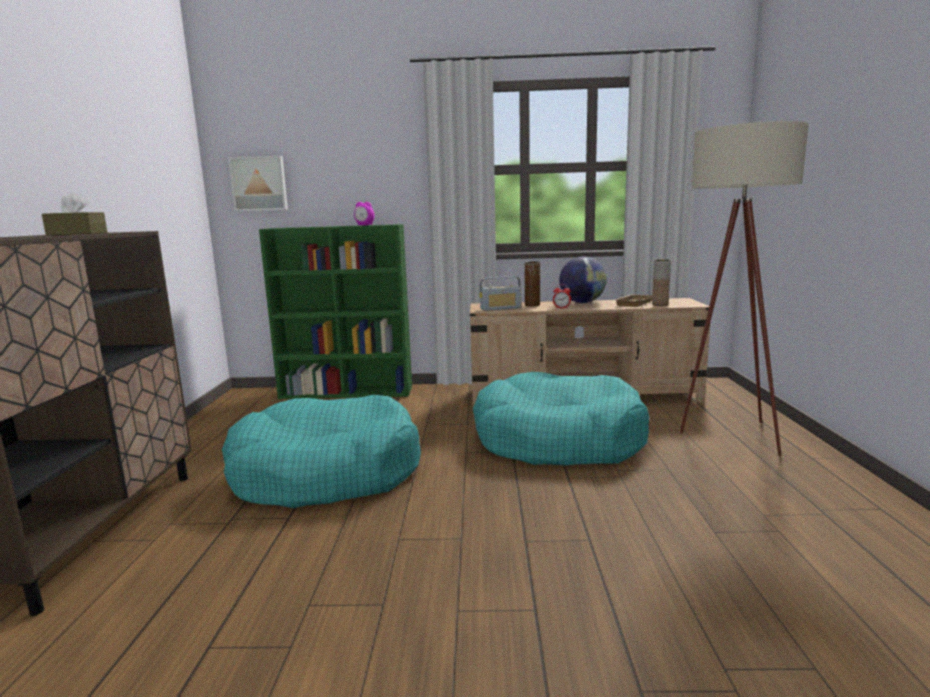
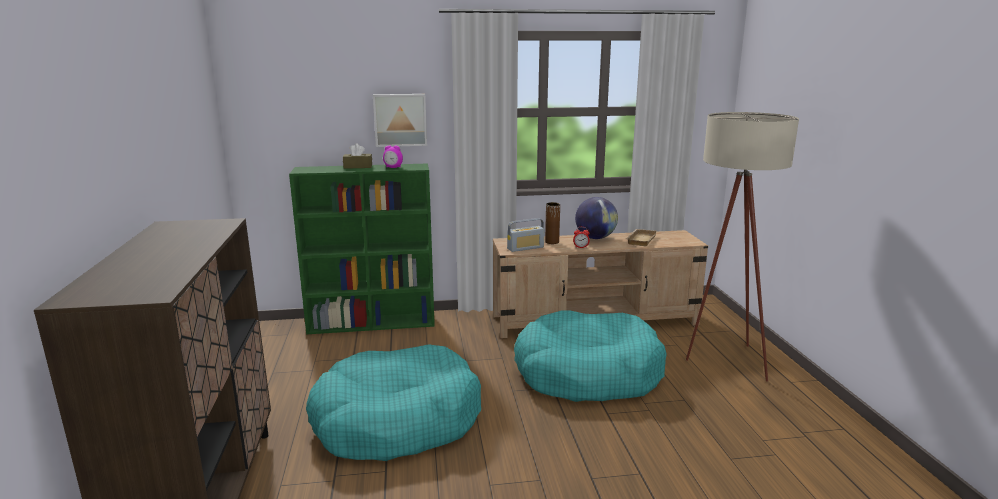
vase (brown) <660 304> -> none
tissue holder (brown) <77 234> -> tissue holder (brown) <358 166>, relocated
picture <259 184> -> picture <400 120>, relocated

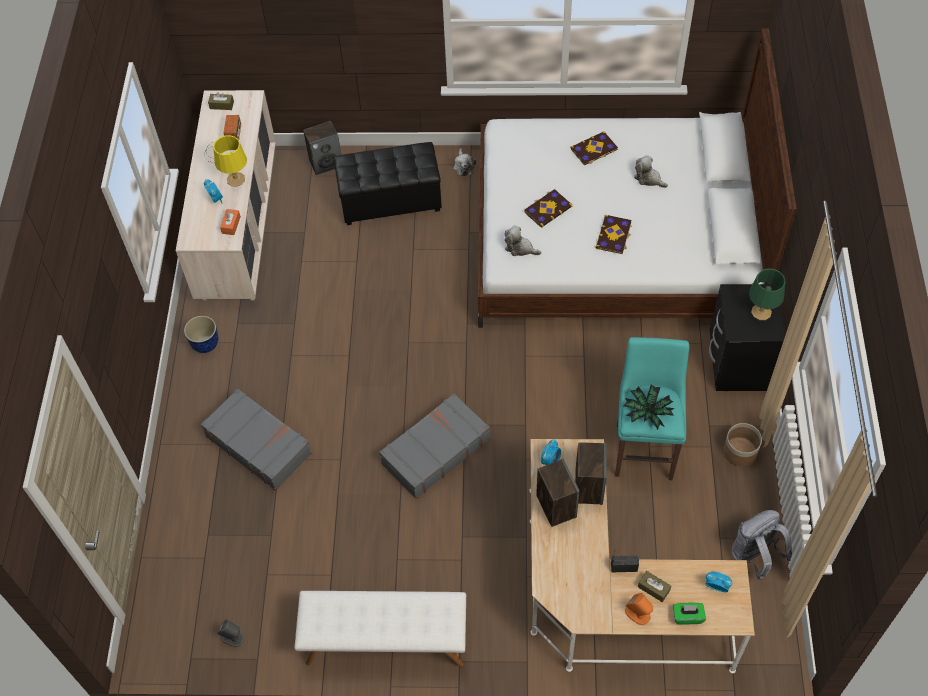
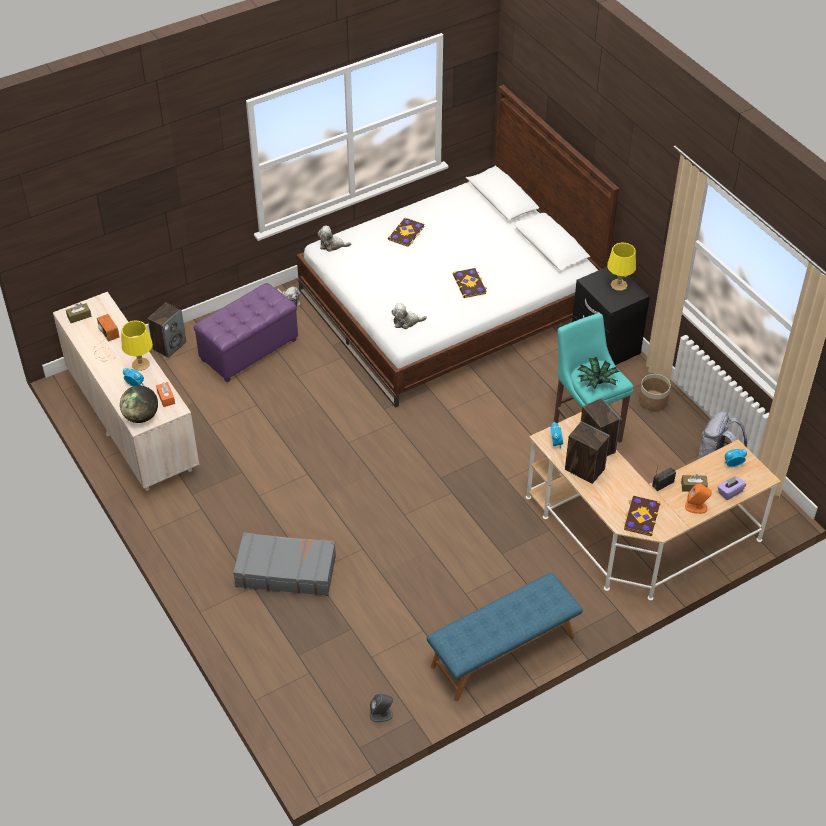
flower pot <206 344> -> none
piece of luggage (greyish) <435 451> -> none
none -> globe <141 417>
book <547 209> -> book <641 516>, relocated
plush toy <648 178> -> plush toy <332 245>, relocated
indoor bench (white-coloured) <385 641> -> indoor bench (blue) <503 652>
footrest (black) <390 201> -> footrest (purple) <248 350>
tissue holder (greenish) <687 616> -> tissue holder (purple) <729 492>
tabletop lamp (greenish) <761 311> -> tabletop lamp (yellowish) <619 284>

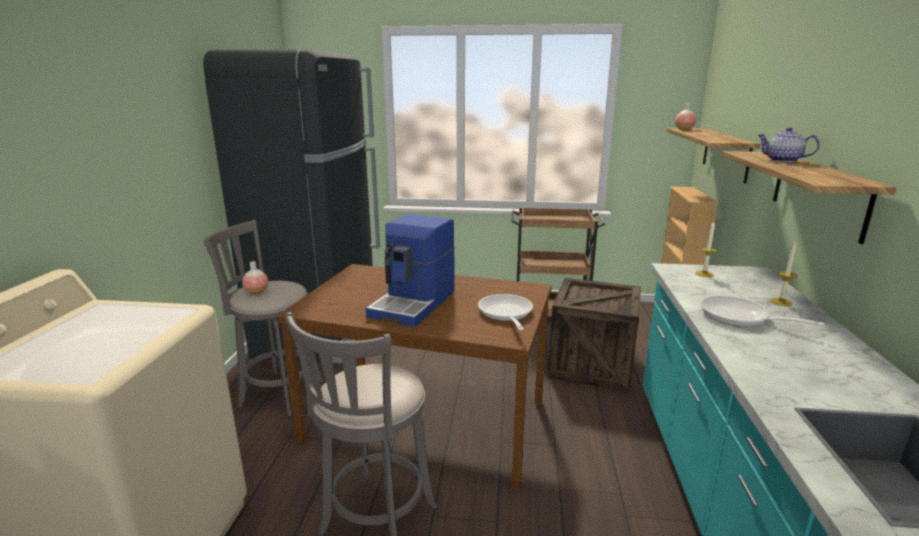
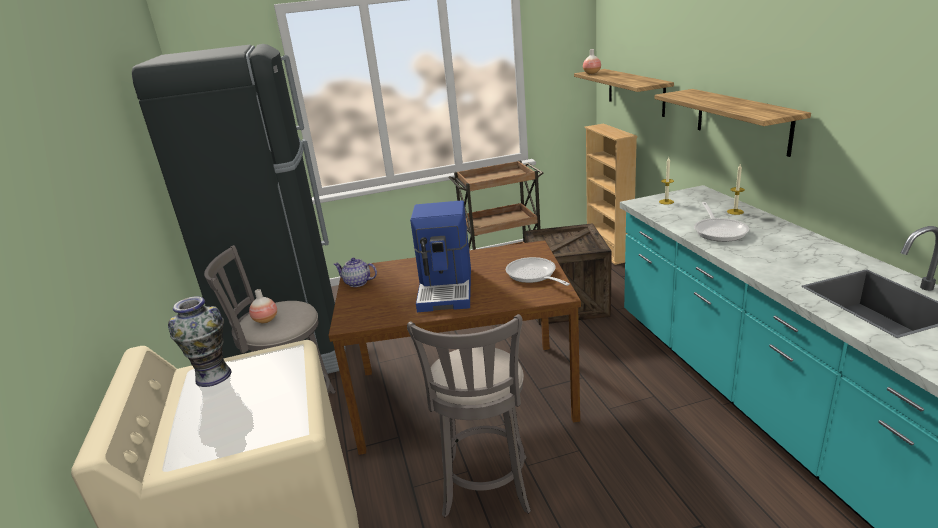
none -> vase <213 376>
pot for tea <782 160> -> pot for tea <357 283>, relocated
pan <740 317> -> pan <719 231>, 105 degrees counterclockwise

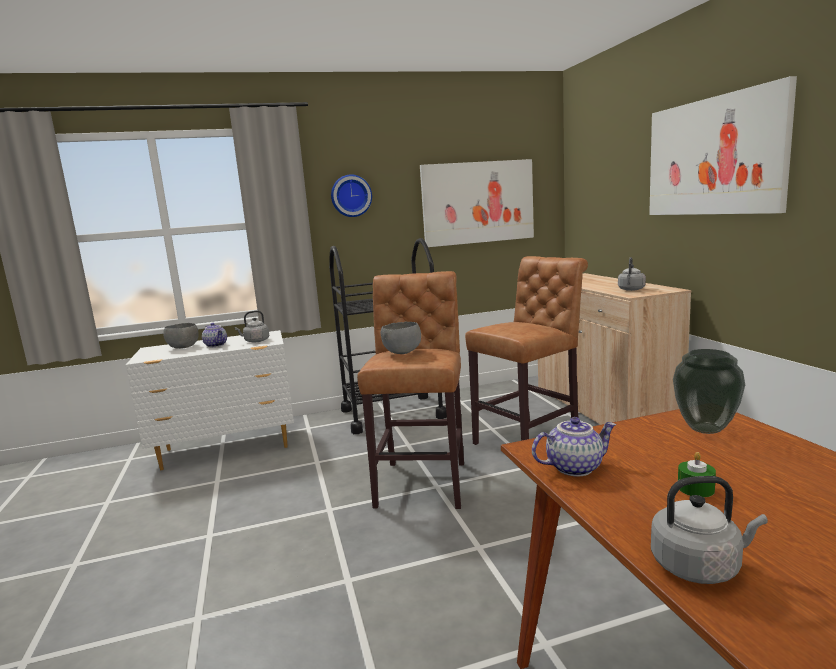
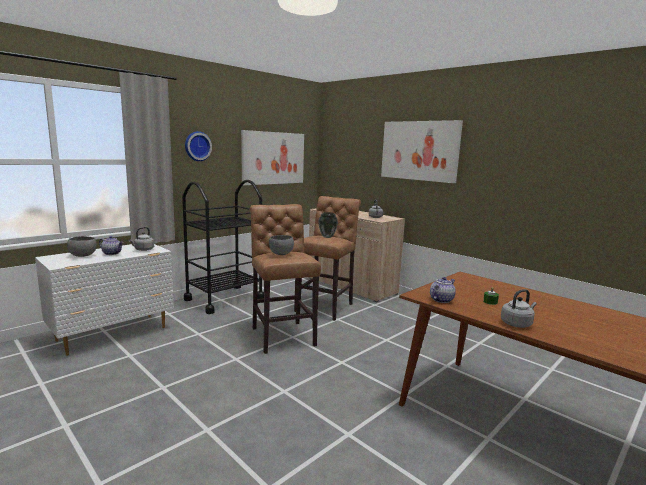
vase <706 429> -> vase <327 237>, relocated

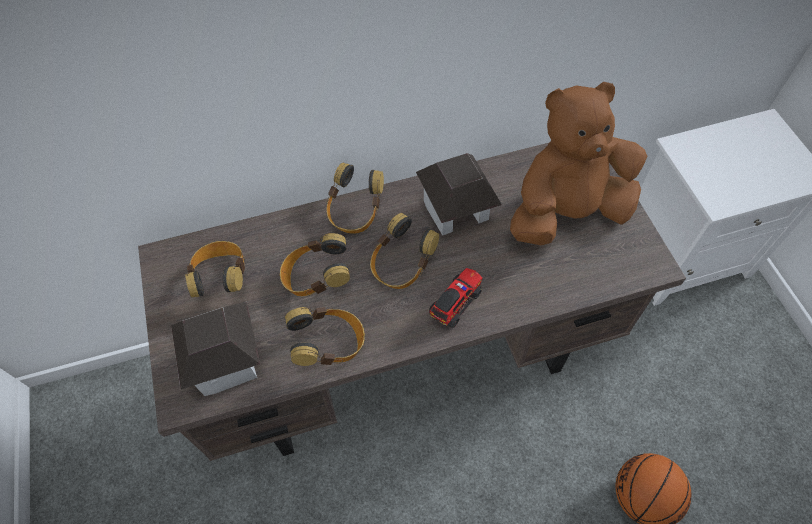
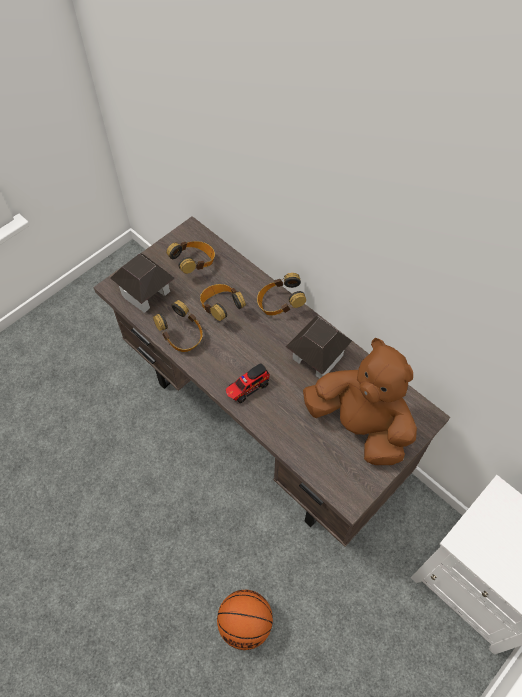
pair of headphones <402 265> -> none
model truck <456 302> -> model truck <247 388>, 135 degrees clockwise

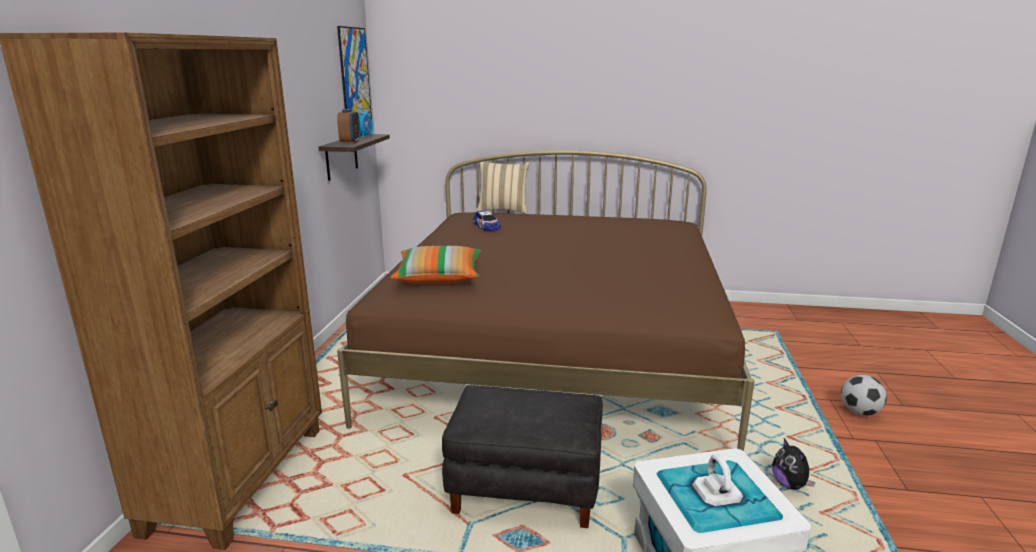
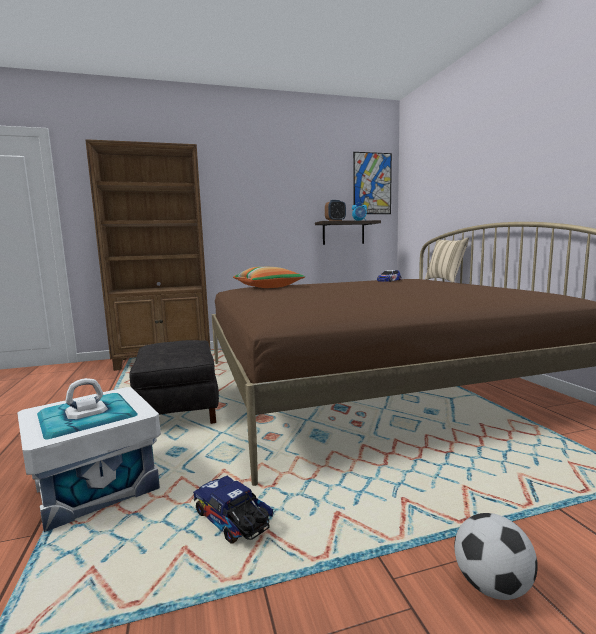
plush toy <789 485> -> model truck <233 522>

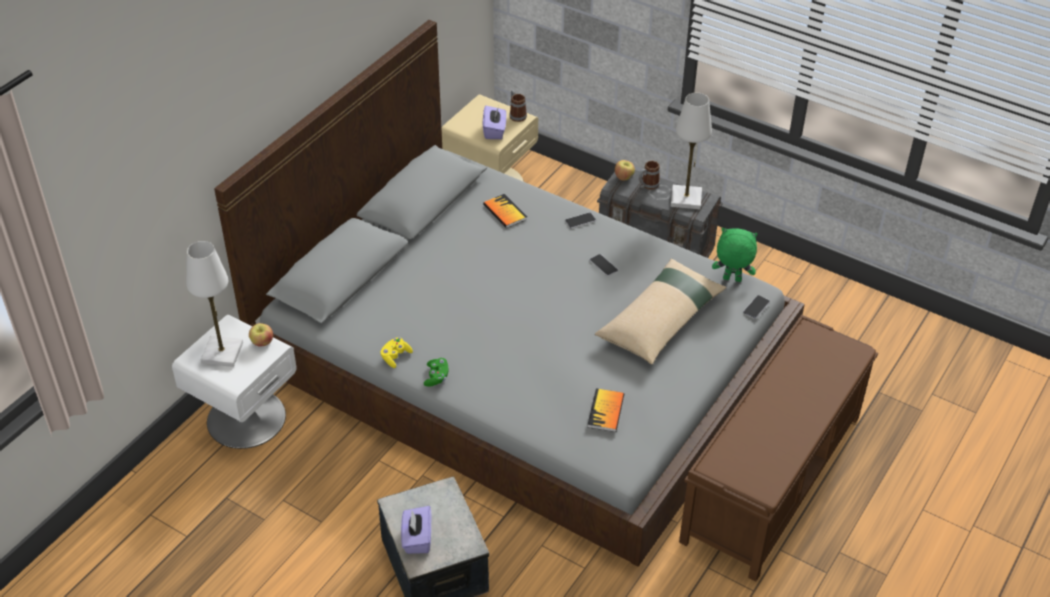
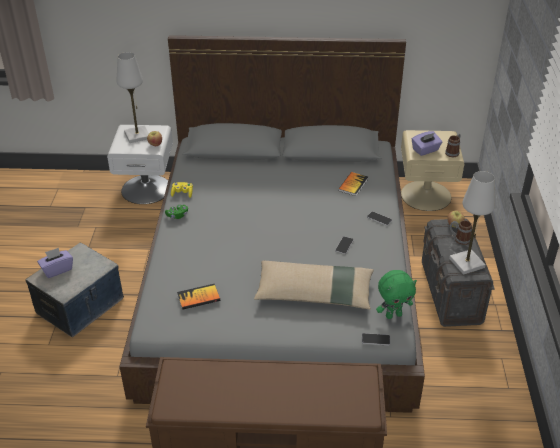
plush toy (greenish) <731 280> -> plush toy (greenish) <393 315>, 90 degrees clockwise

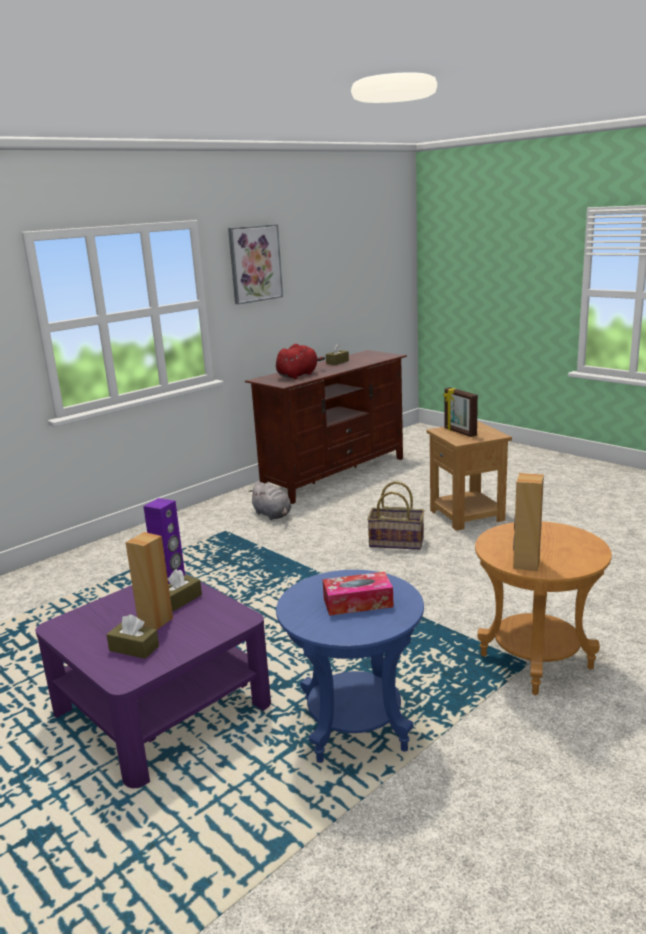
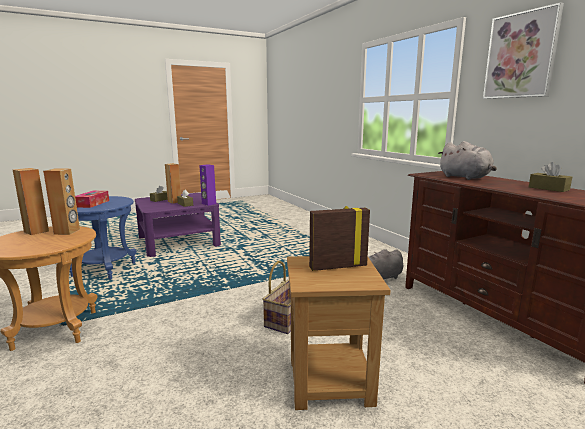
none -> audio speaker (brown) <67 232>
plush toy (reddish) <298 375> -> plush toy (greyish) <465 177>

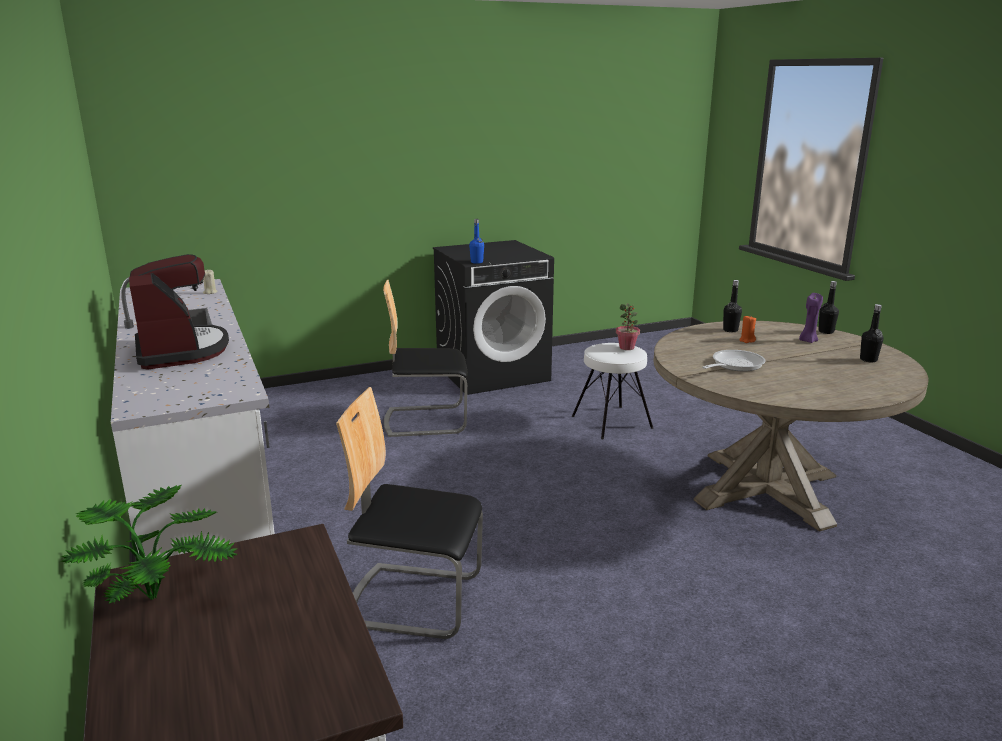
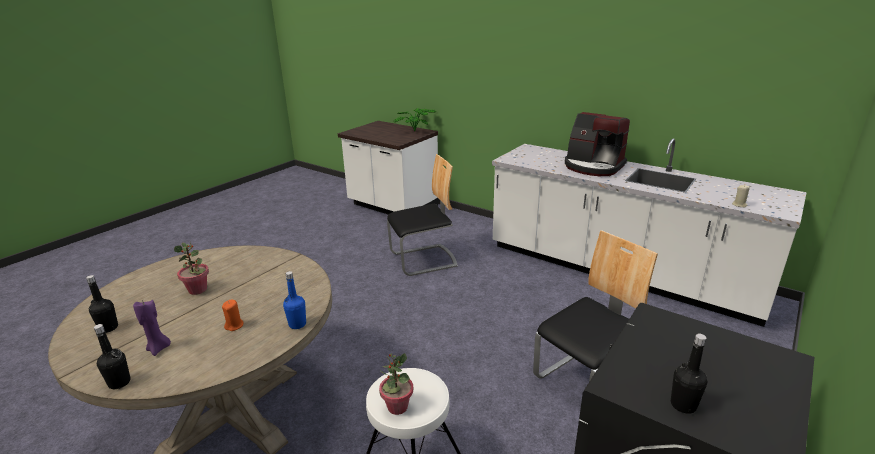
pan <734 365> -> none
none -> potted plant <198 290>
beverage bottle (blue) <477 262> -> beverage bottle (blue) <297 324>, relocated
beverage bottle (black) <730 330> -> beverage bottle (black) <683 405>, relocated

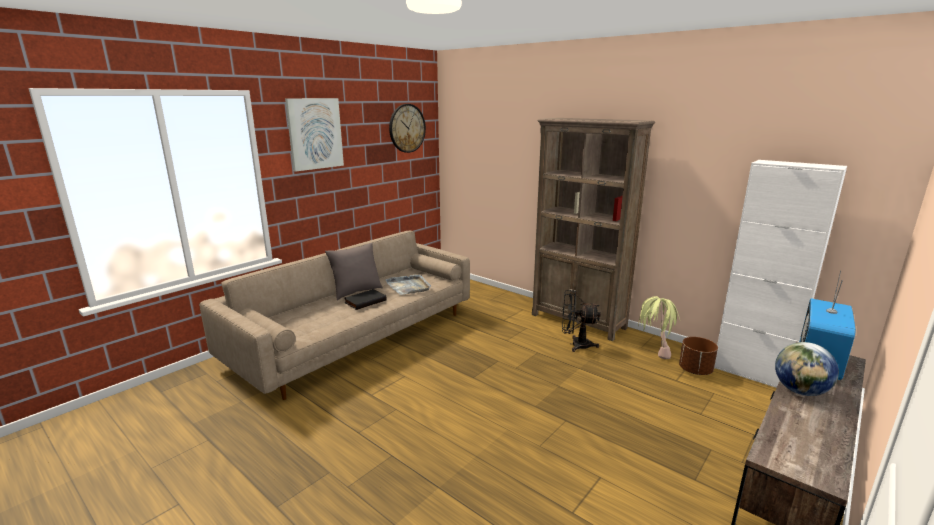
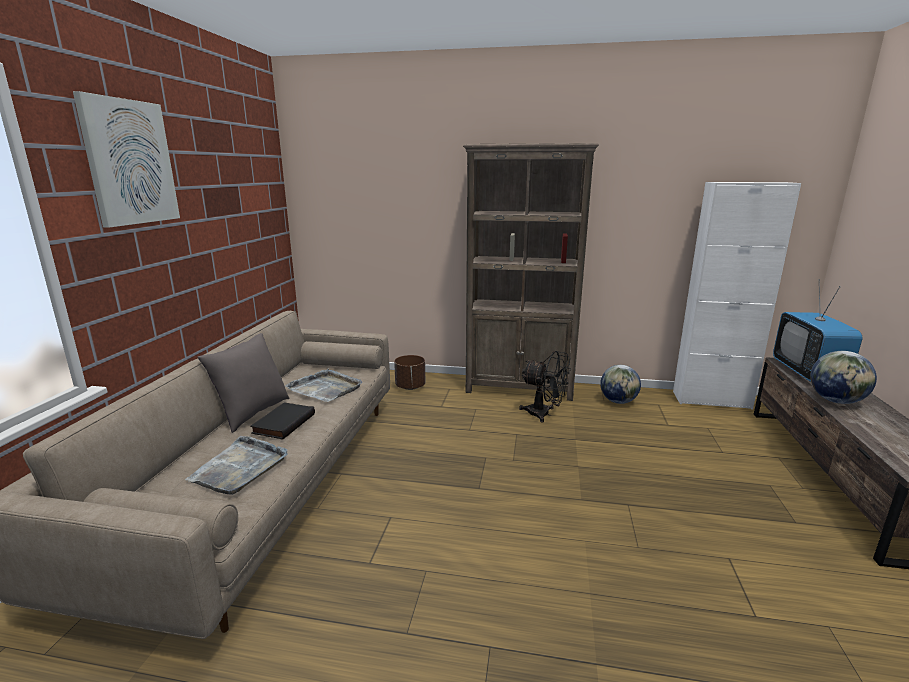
clock on the wall <407 128> -> none
none -> serving tray (greyish) <239 468>
flower pot (brown) <695 371> -> flower pot (brown) <410 387>, relocated
potted plant <653 351> -> globe <618 401>
fan (black) <575 344> -> fan (black) <544 414>, 135 degrees counterclockwise

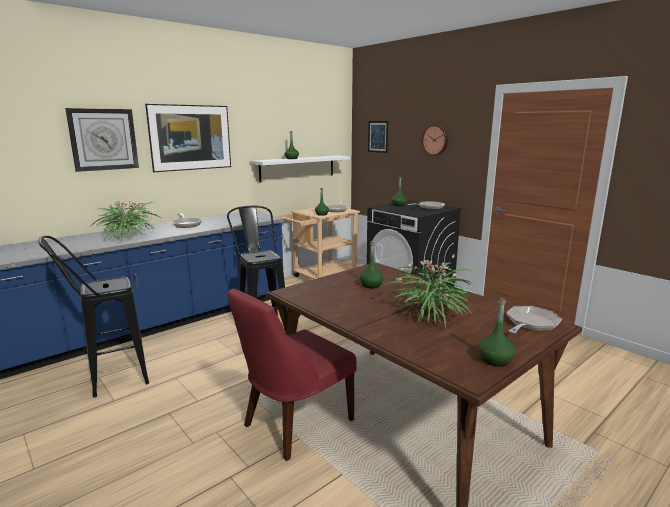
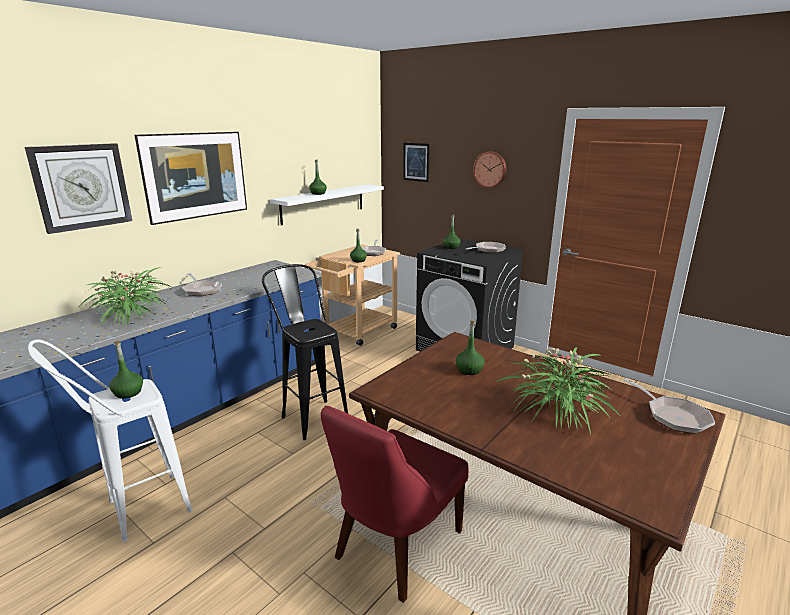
beverage bottle (greenish) <495 360> -> beverage bottle (greenish) <128 393>, relocated
stool seat (black) <108 380> -> stool seat (white-coloured) <135 513>
pan <530 324> -> pan <673 416>, 120 degrees clockwise

